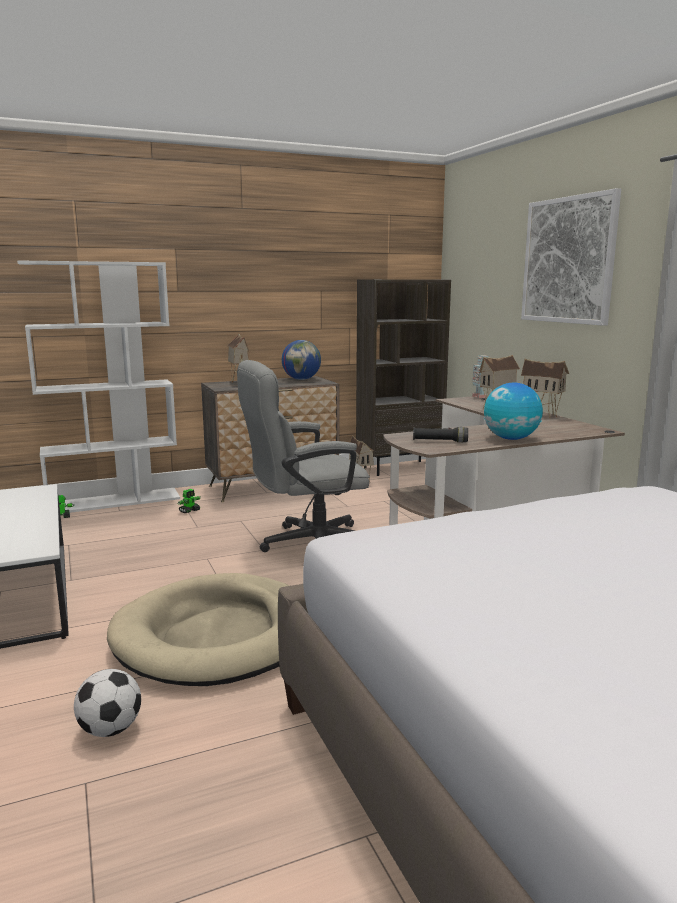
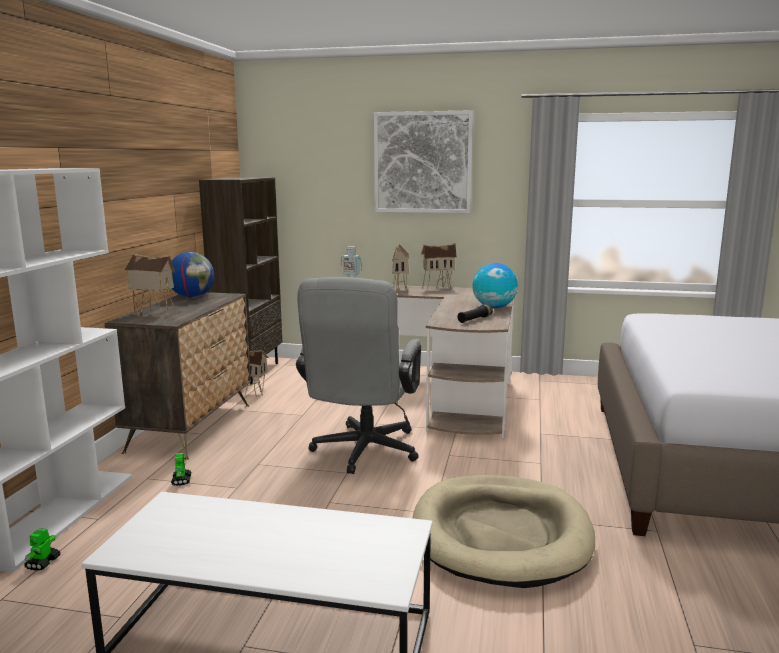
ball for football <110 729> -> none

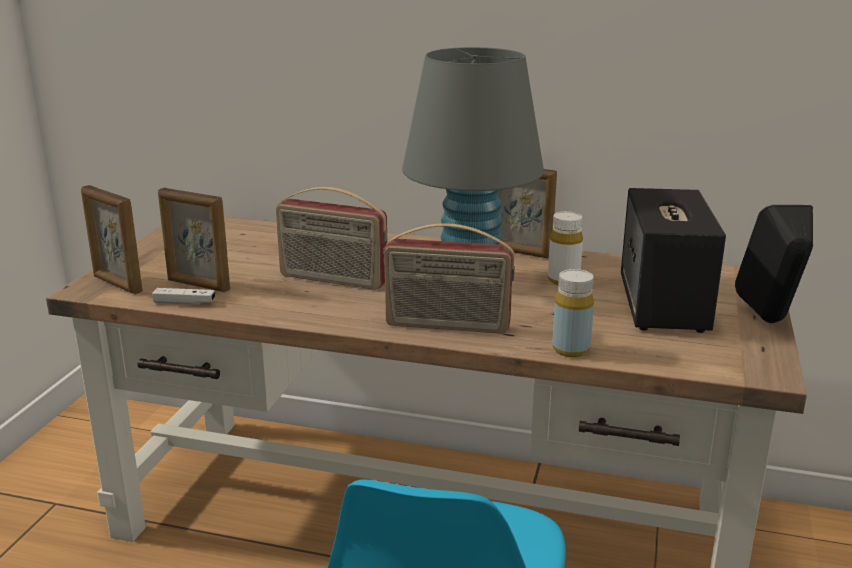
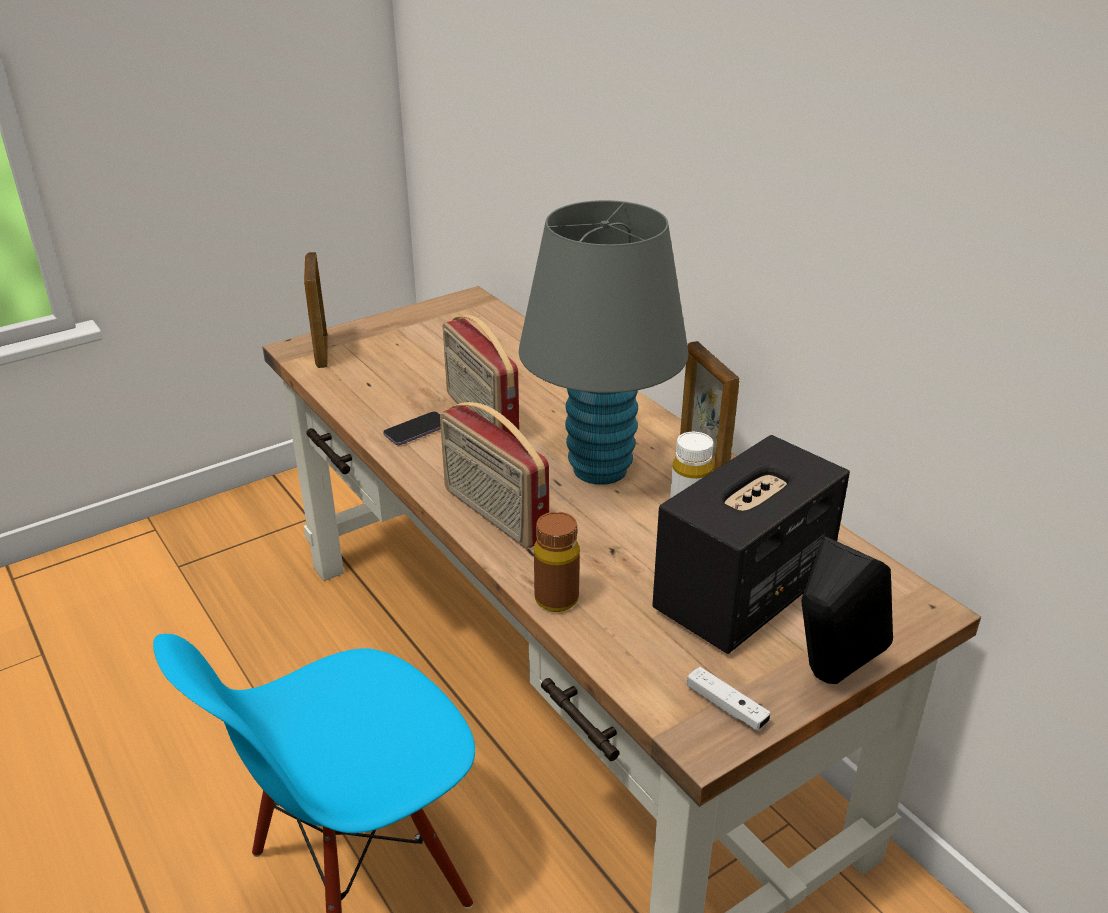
picture frame <198 285> -> none
none -> phone <416 430>
joypad (white-coloured) <184 303> -> joypad (white-coloured) <726 707>, relocated
beverage bottle (yellowish) <571 349> -> beverage bottle (brown) <556 599>

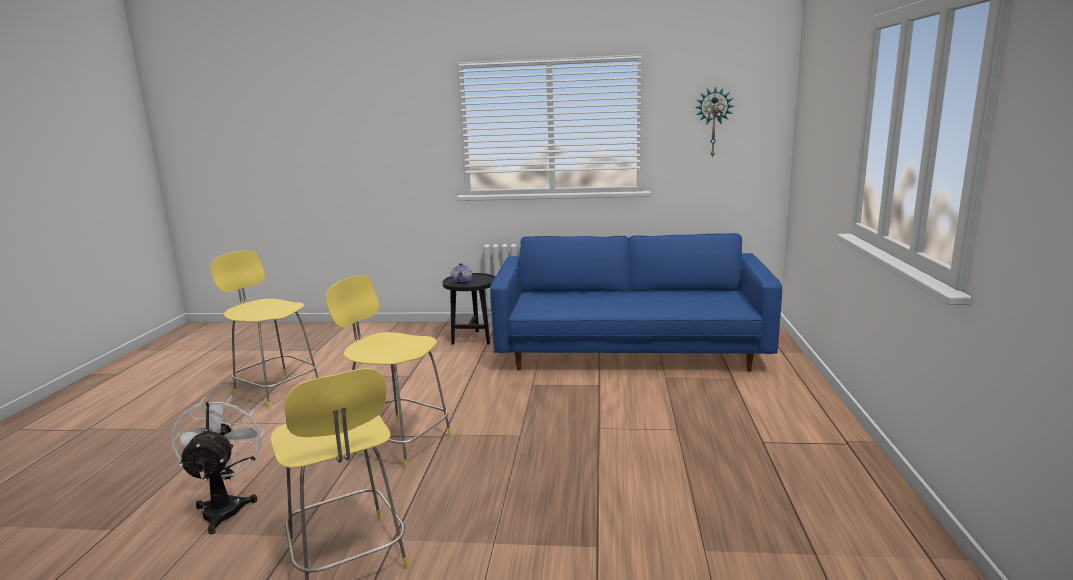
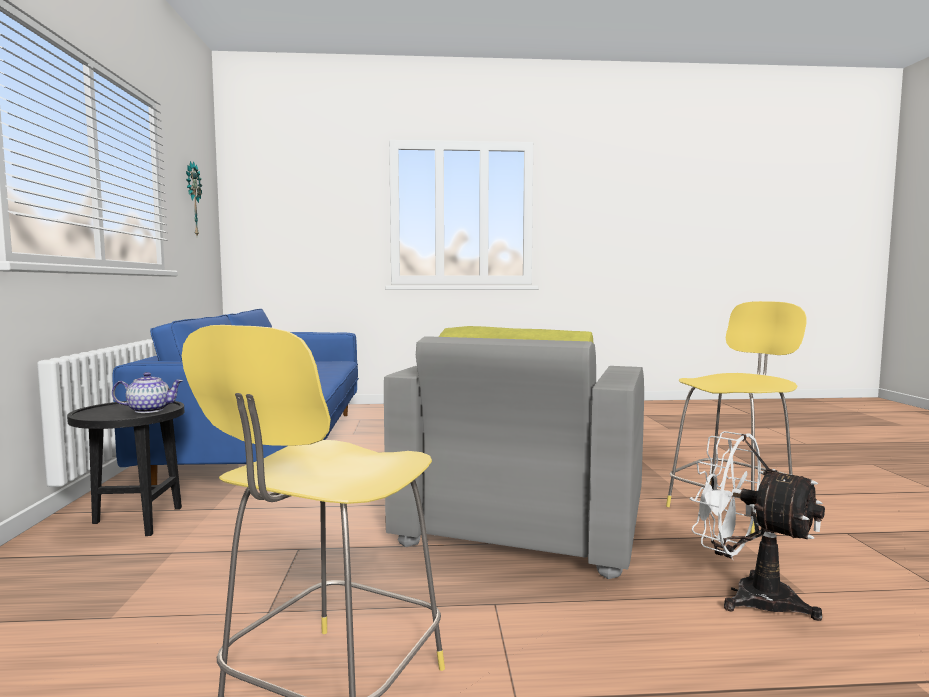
stool seat (yellowish) <398 443> -> lounge chair (greyish) <525 521>
fan (white-coloured) <226 506> -> fan (white-coloured) <748 595>, 60 degrees clockwise

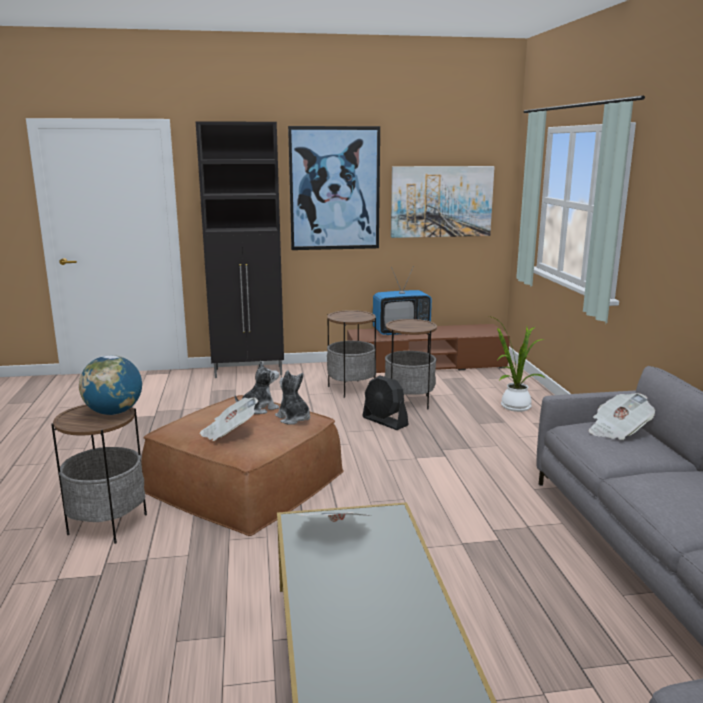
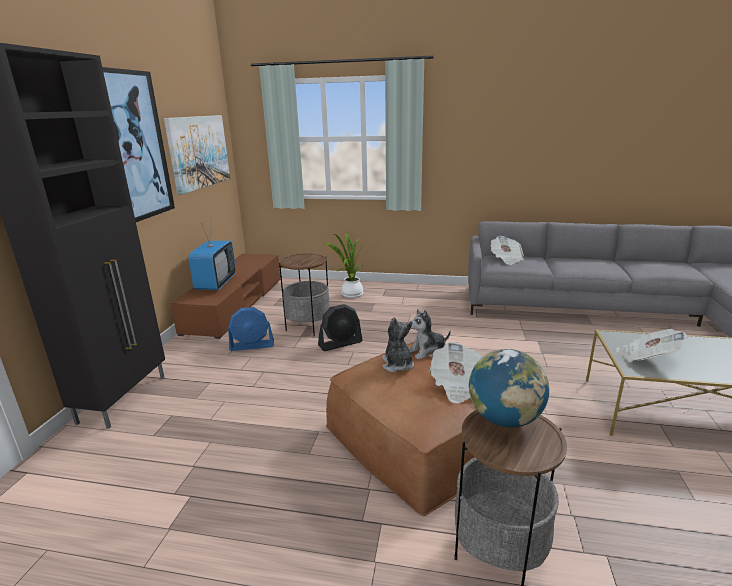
accent table <351 389> -> fan (blue) <252 345>

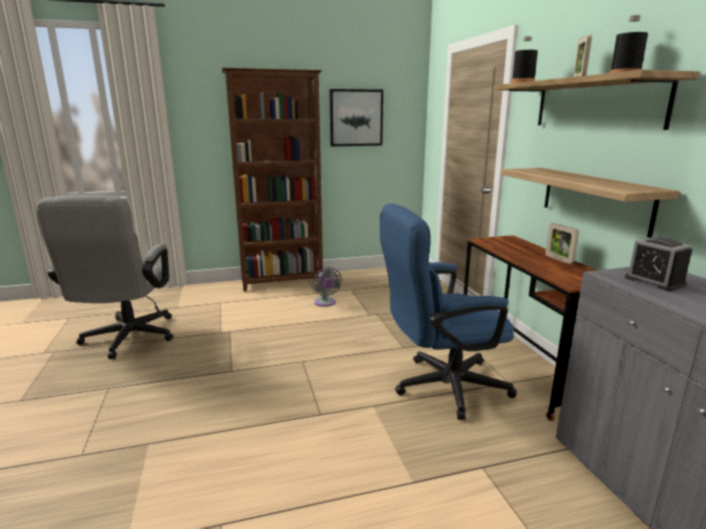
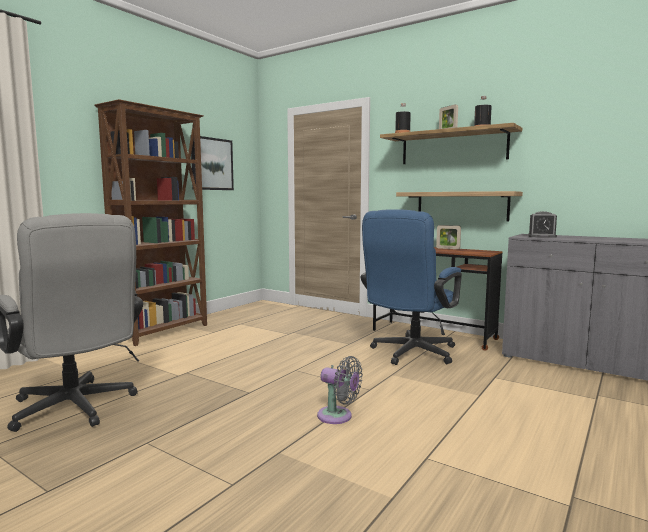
fan (greyish) <325 303> -> fan (greyish) <338 417>, relocated

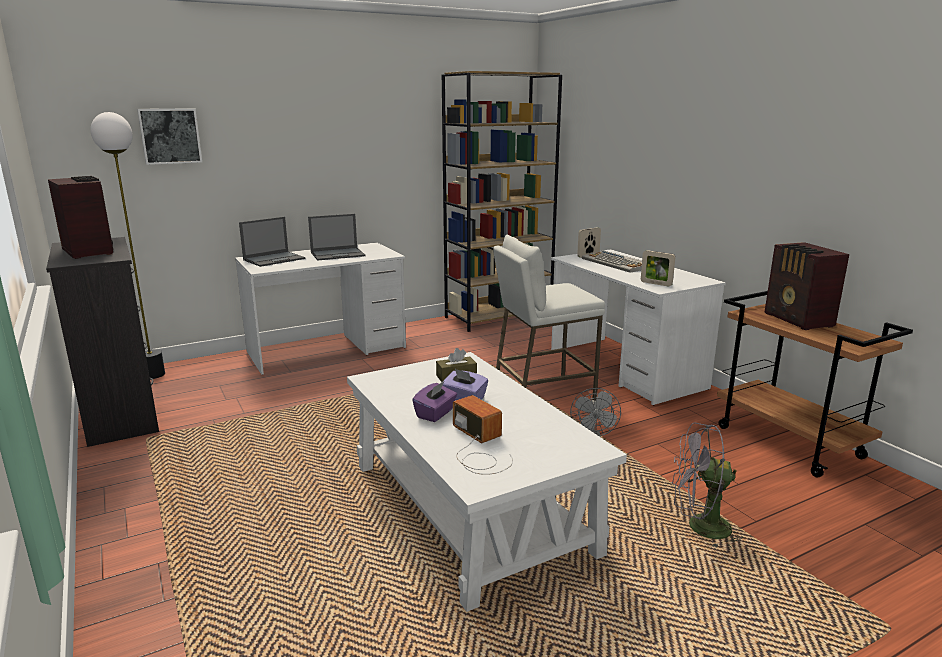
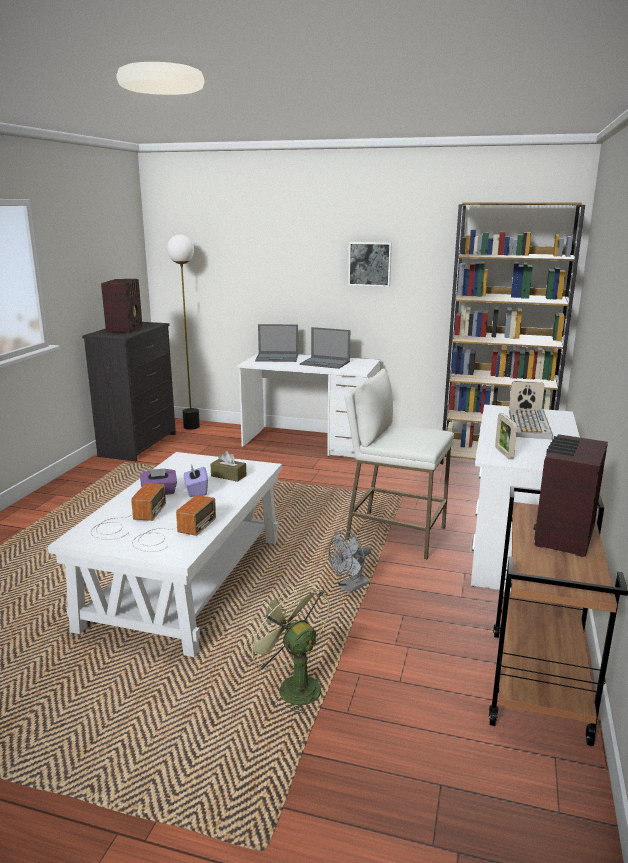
none -> radio receiver <172 533>
picture <170 136> -> picture <370 264>, relocated
fan (greyish) <700 528> -> fan (greenish) <292 686>

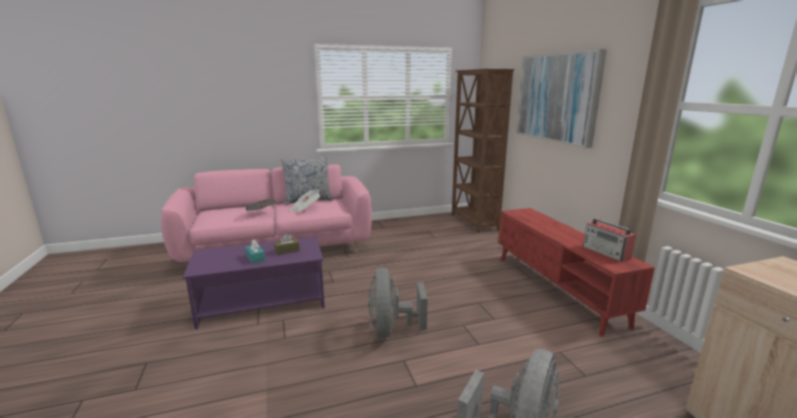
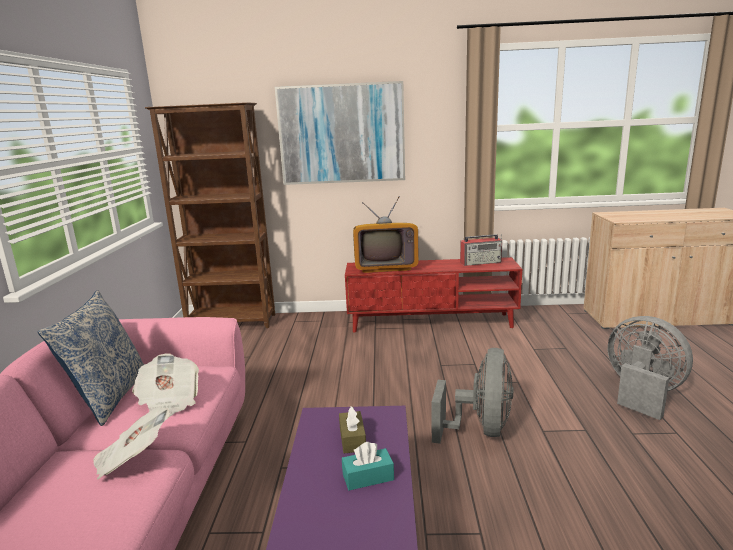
none -> TV <385 266>
fan (greyish) <391 329> -> fan (greyish) <480 429>, 90 degrees counterclockwise

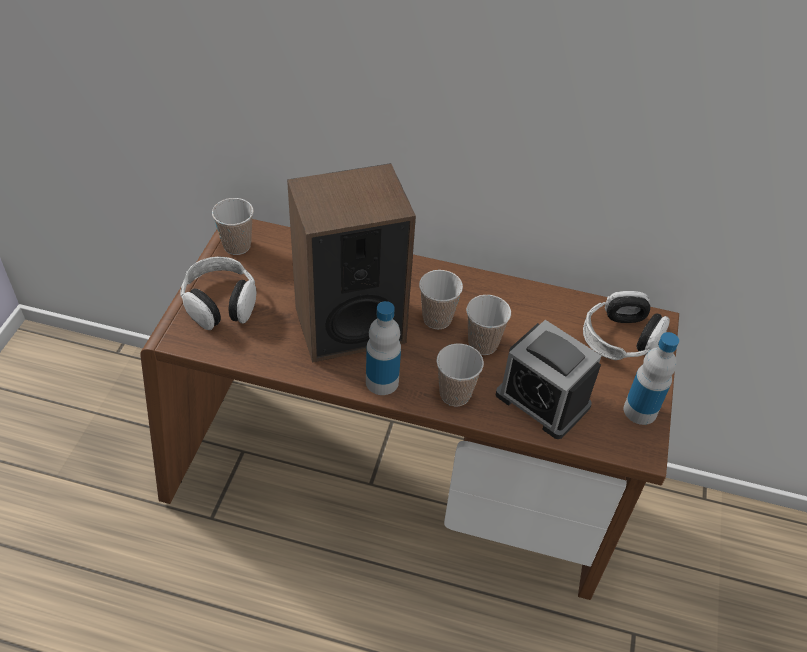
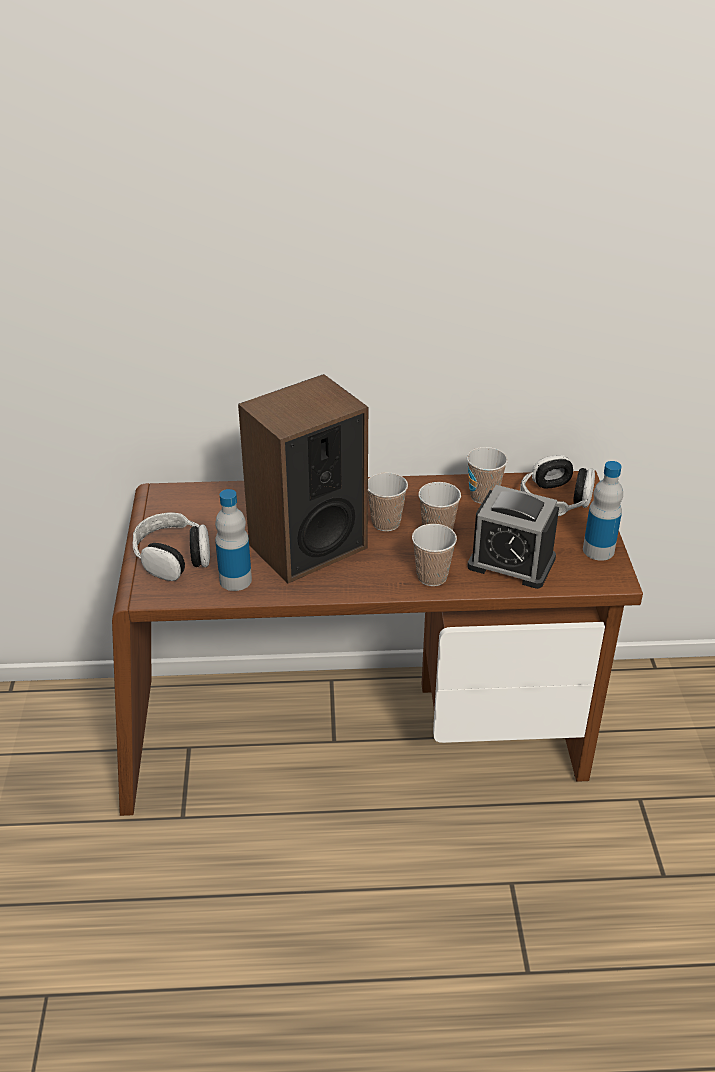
cup <237 246> -> cup <483 496>, relocated
beverage bottle <382 382> -> beverage bottle <235 580>, relocated

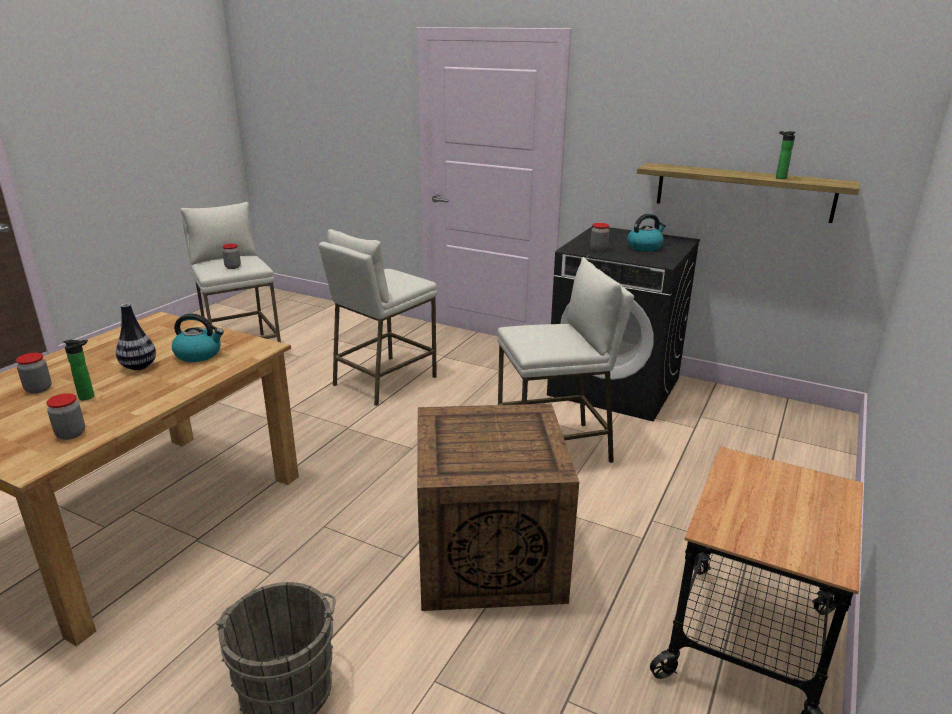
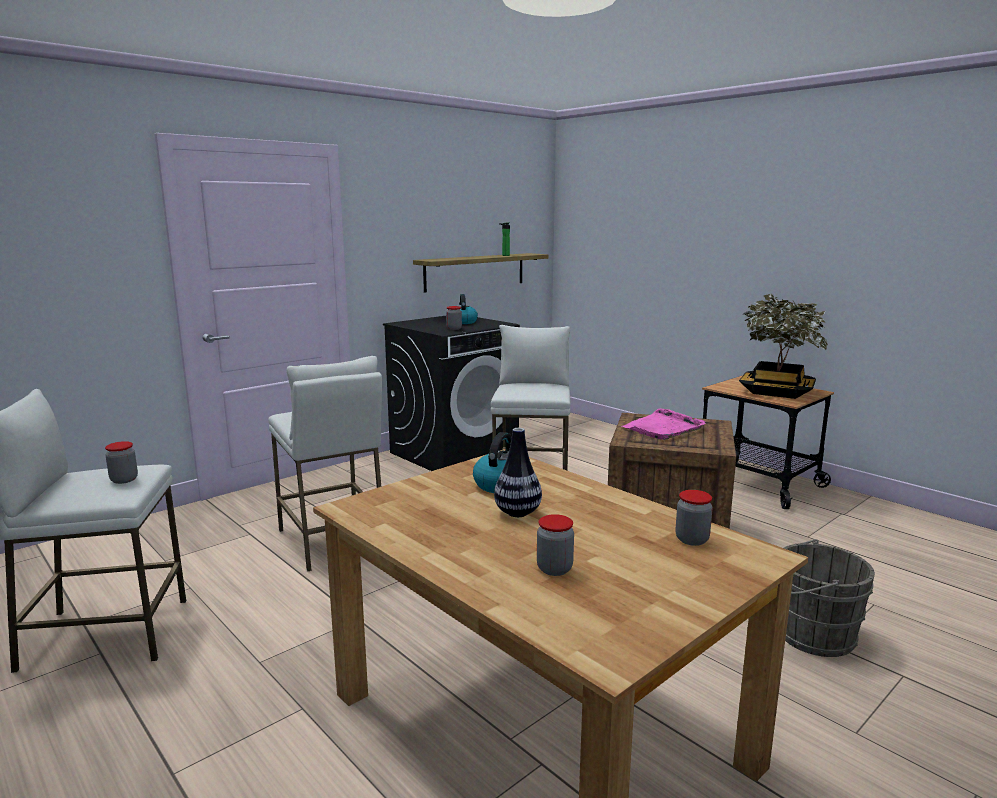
beverage bottle <89 397> -> none
none -> serving tray (pink-coloured) <663 428>
none -> potted plant <776 391>

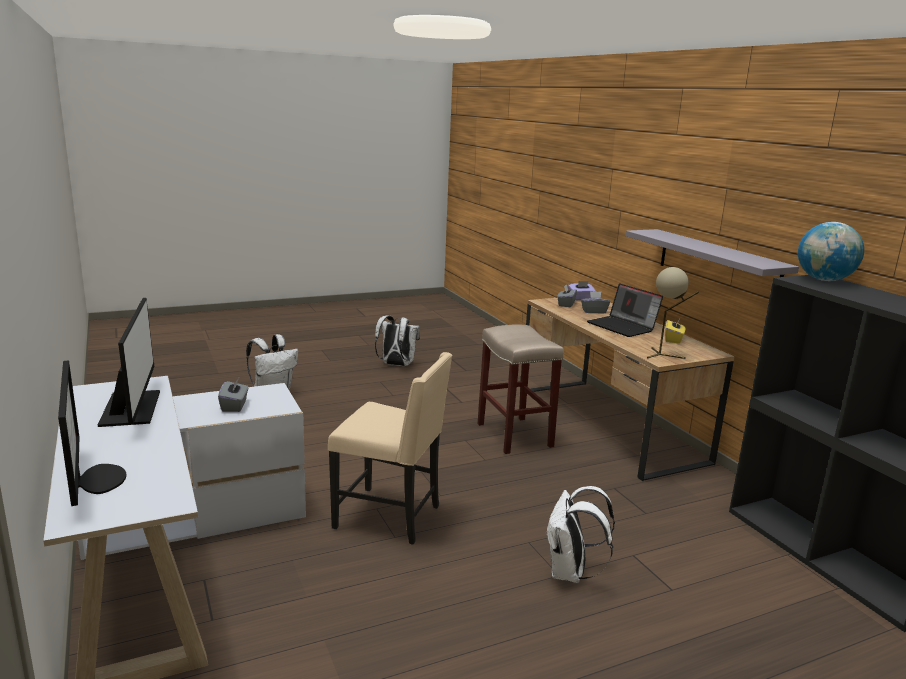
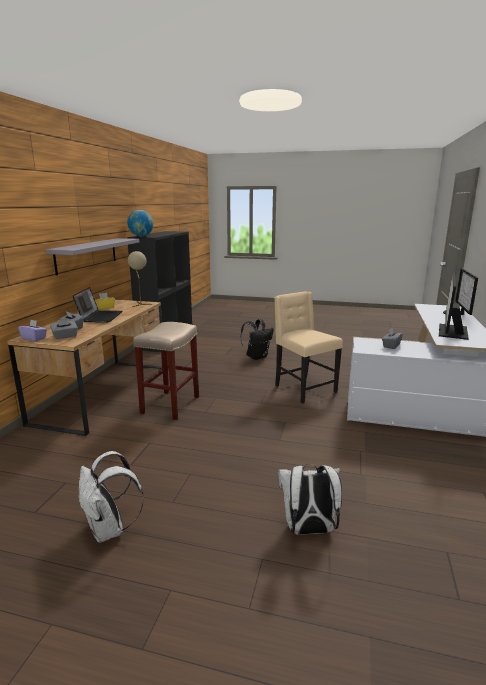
backpack (white-coloured) <570 573> -> backpack (black) <257 356>

